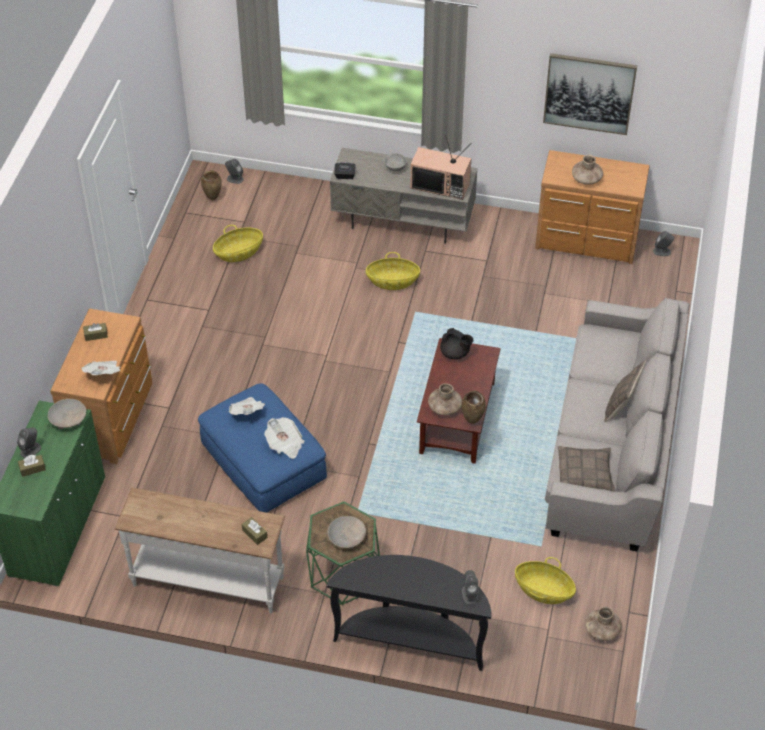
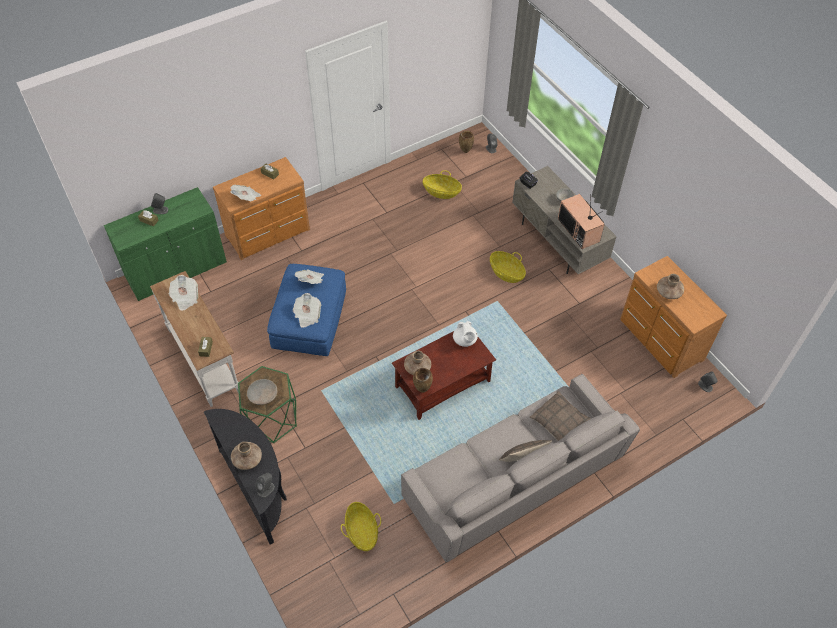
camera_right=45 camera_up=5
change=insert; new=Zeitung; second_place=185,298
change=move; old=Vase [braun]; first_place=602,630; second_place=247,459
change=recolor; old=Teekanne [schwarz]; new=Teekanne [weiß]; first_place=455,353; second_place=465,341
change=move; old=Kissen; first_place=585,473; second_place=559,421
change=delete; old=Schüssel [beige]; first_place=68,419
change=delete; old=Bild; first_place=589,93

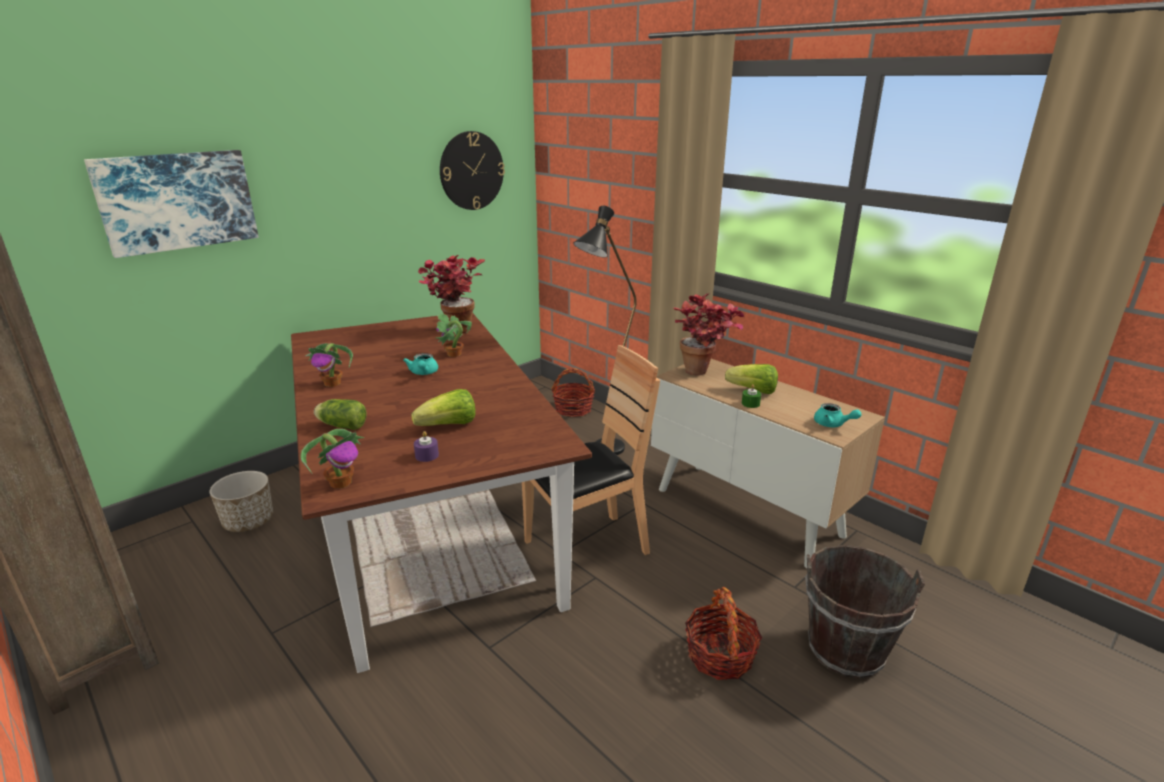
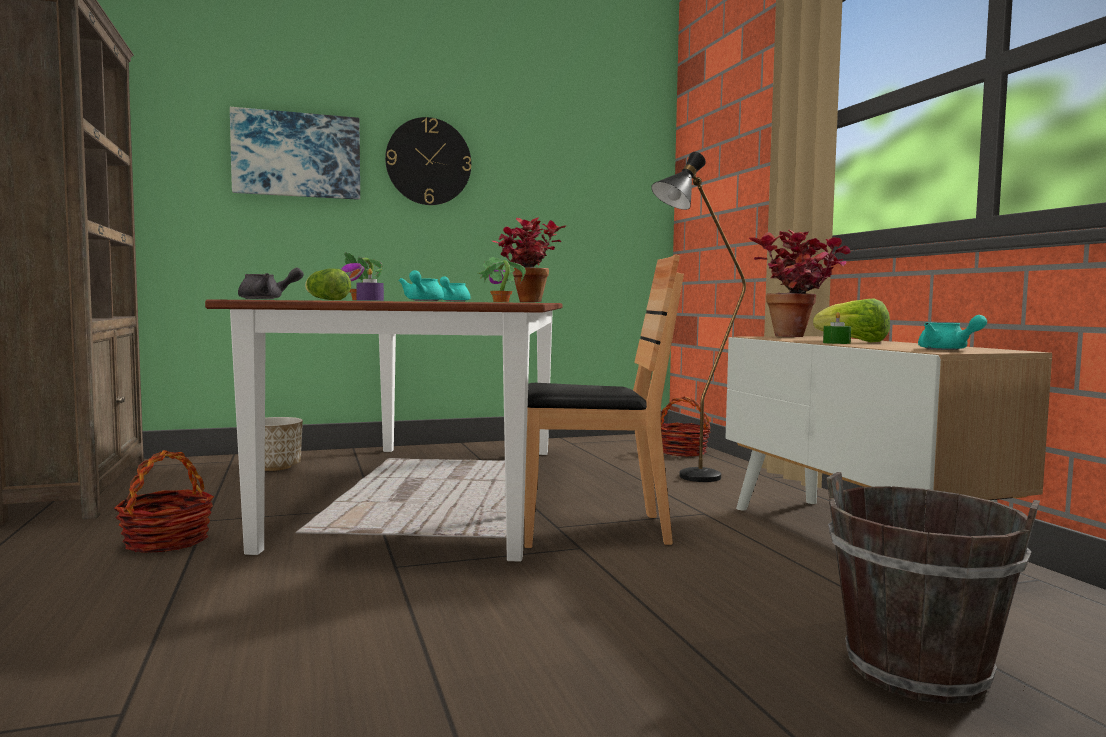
camera_right=25 camera_up=-20
change=move; old=Korb; first_place=720,655; second_place=166,541
change=replace; old=Topfpflanze; new=Teekanne [grau]; first_place=341,482; second_place=267,299
change=move; old=Wanduhr; first_place=471,171; second_place=428,161
change=replace; old=Salatkopf; new=Teekanne [türkis]; first_place=449,426; second_place=422,301

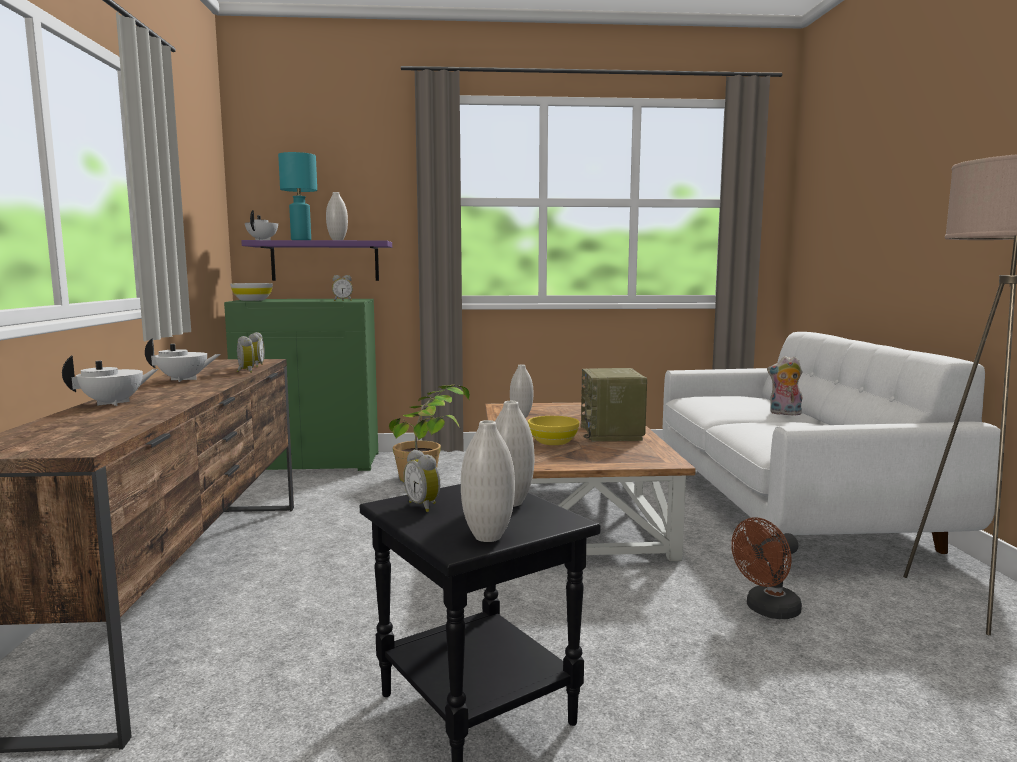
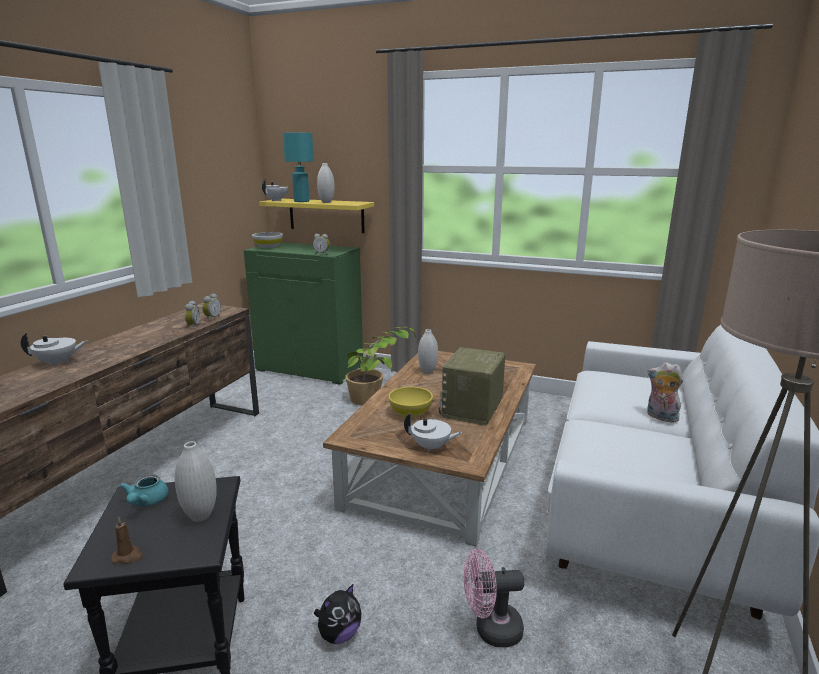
camera_right=25 camera_up=10
change=replace; old=Vase [weiß]; new=Kerze [braun]; first_place=488,537; second_place=128,556
change=replace; old=Wecker; new=Teekanne [türkis]; first_place=424,506; second_place=146,502
change=recolor; old=Wandregal [lila]; new=Wandregal [gelb]; first_place=325,261; second_place=326,215
change=insert; new=Plüschtier; second_place=339,634
change=move; old=Teekanne [weiß]; first_place=183,379; second_place=431,447
change=recolor; old=Ventilator [braun]; new=Ventilator [rosa]; first_place=767,610; second_place=491,629

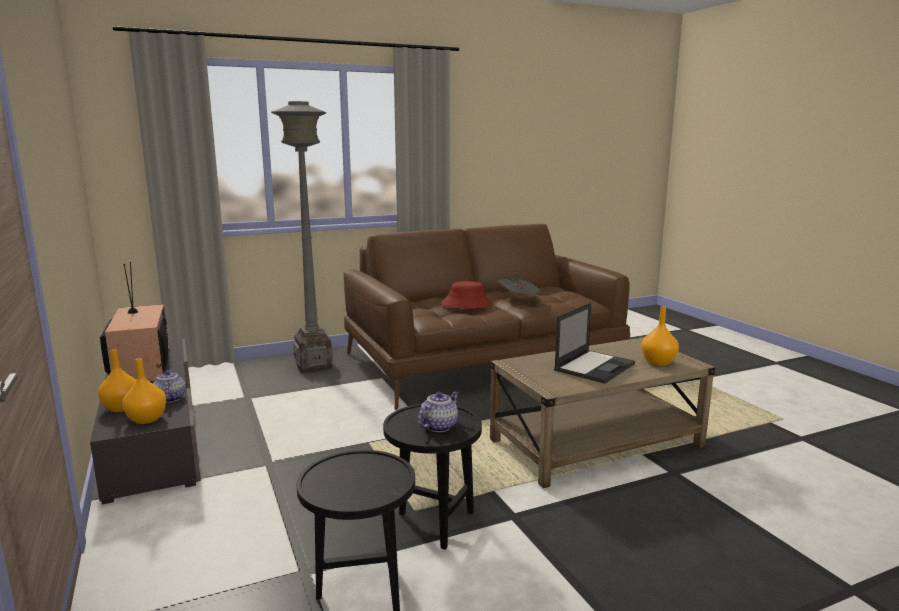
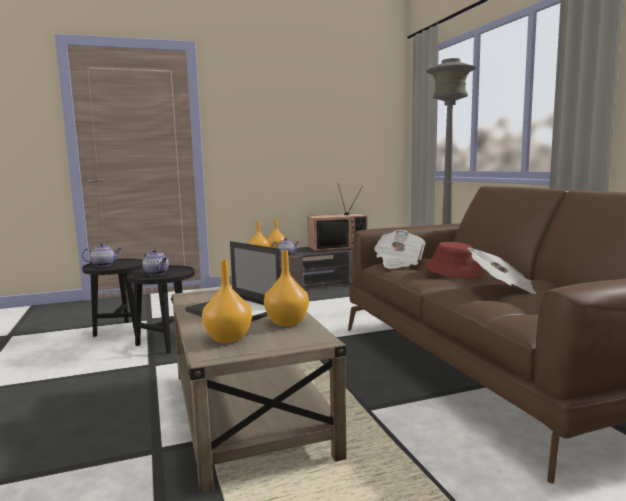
camera_right=95 camera_up=-5
change=insert; new=Teekanne; second_place=104,265
change=insert; new=Vase [orange]; second_place=288,322
change=insert; new=Zeitung; second_place=398,263

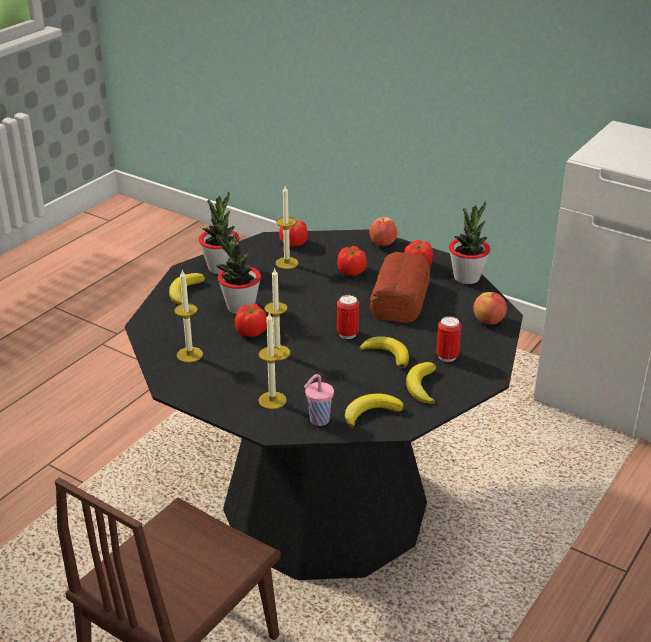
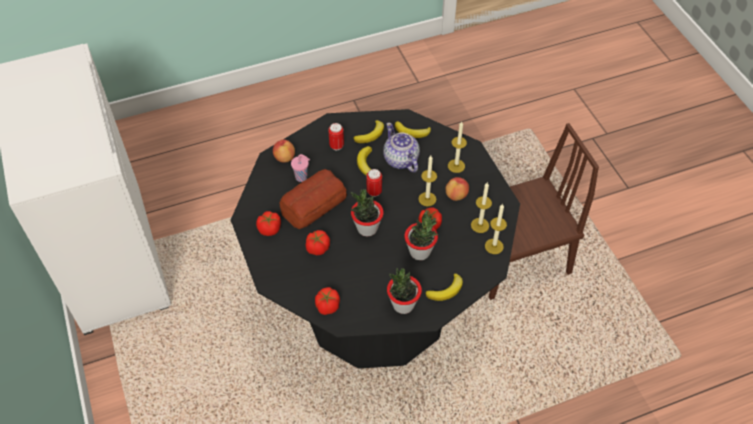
camera_right=-145 camera_up=20
change=move; old=Tasse [rosa]; first_place=318,420; second_place=302,177
change=move; old=Topfpflanze; first_place=466,278; second_place=367,228
change=insert; new=Teekanne; second_place=401,160
change=move; old=Apfel; first_place=383,244; second_place=456,195
change=move; old=Kerze; first_place=287,263; second_place=494,246

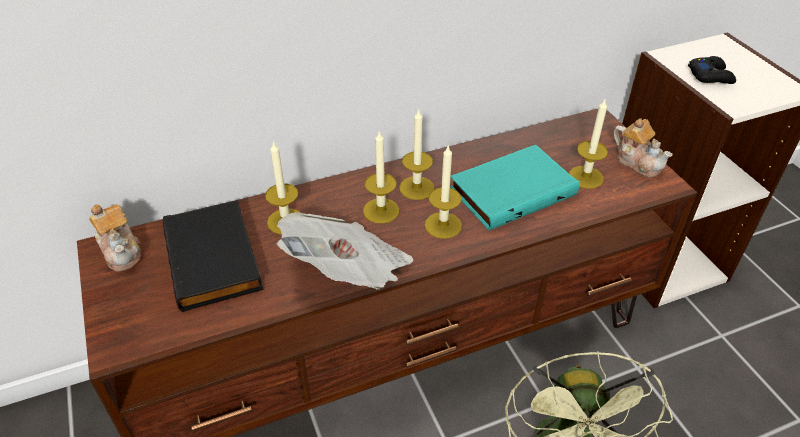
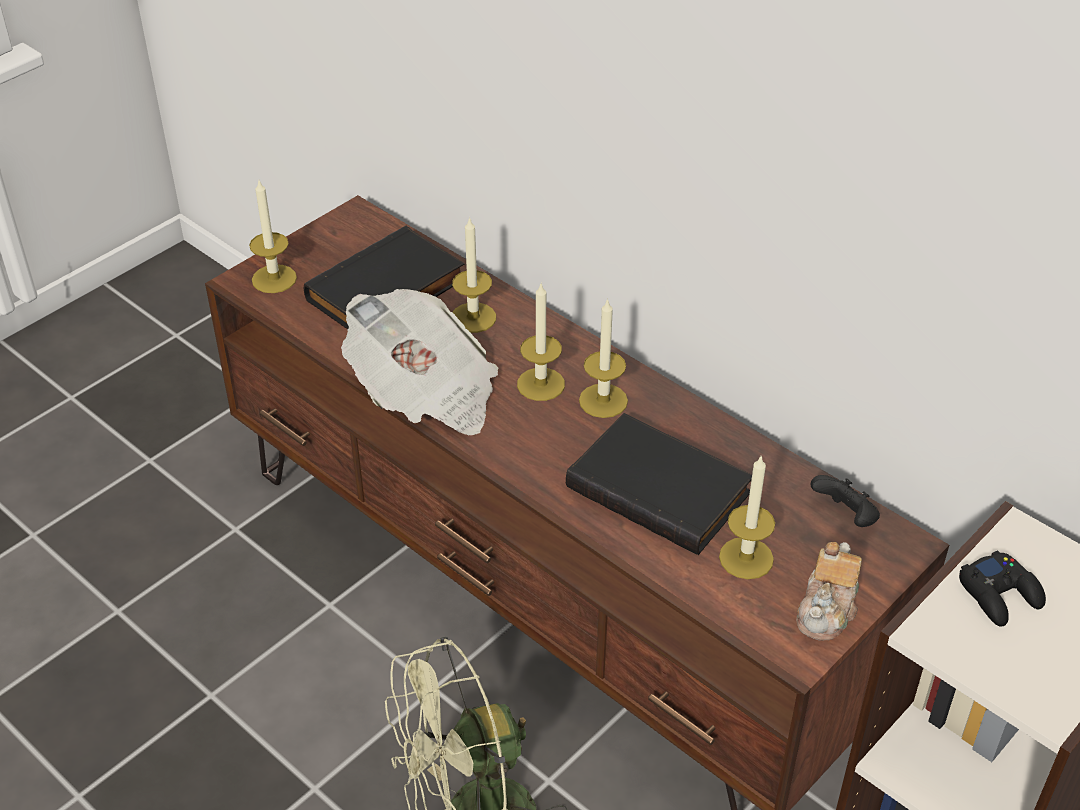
camera_right=65 camera_up=0
change=move; old=Kerze; first_place=443,225; second_place=274,279
change=recolor; old=Buch [türkis]; new=Buch [schwarz]; first_place=511,190; second_place=661,488
change=insert; new=Gamepad [schwarz]; second_place=845,517
change=delete; old=Teekanne; first_place=121,251

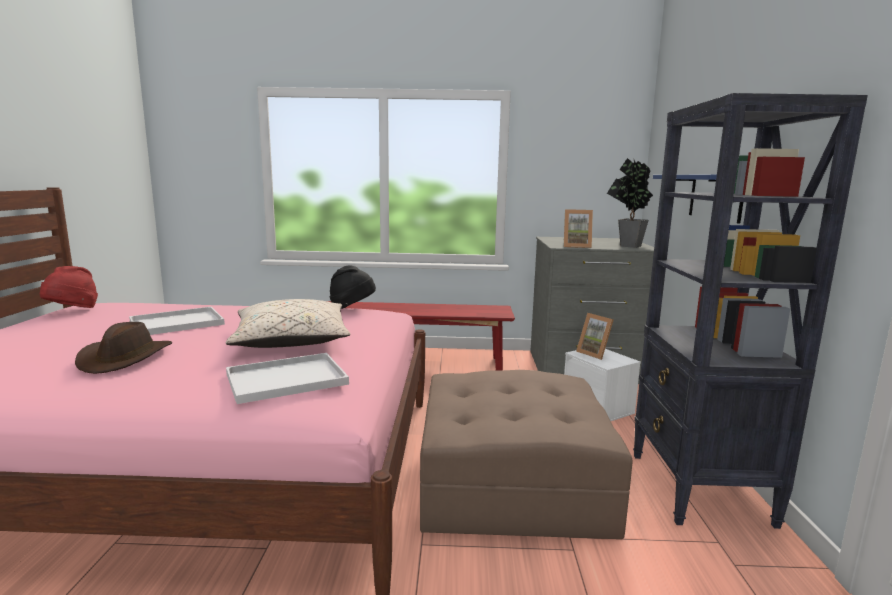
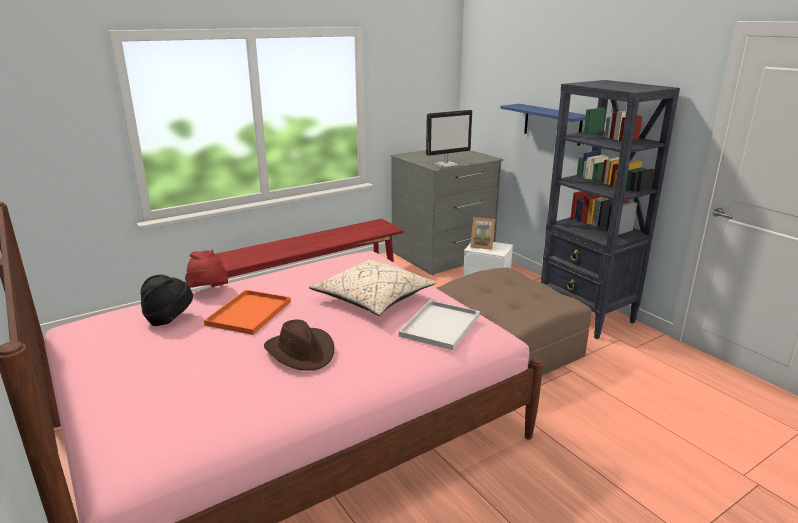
camera_right=-35 camera_up=10
change=move; old=Hut [schwarz]; first_place=352,308; second_place=169,319
change=move; old=Hut [rot]; first_place=72,311; second_place=208,291
change=recolor; old=Tablett [weiß]; new=Tablett [orange]; first_place=175,323; second_place=249,314
change=replace; old=Bilderrahmen; new=Monitor; first_place=576,246; second_place=446,164
change=delete; old=Topfpflanze; first_place=627,246

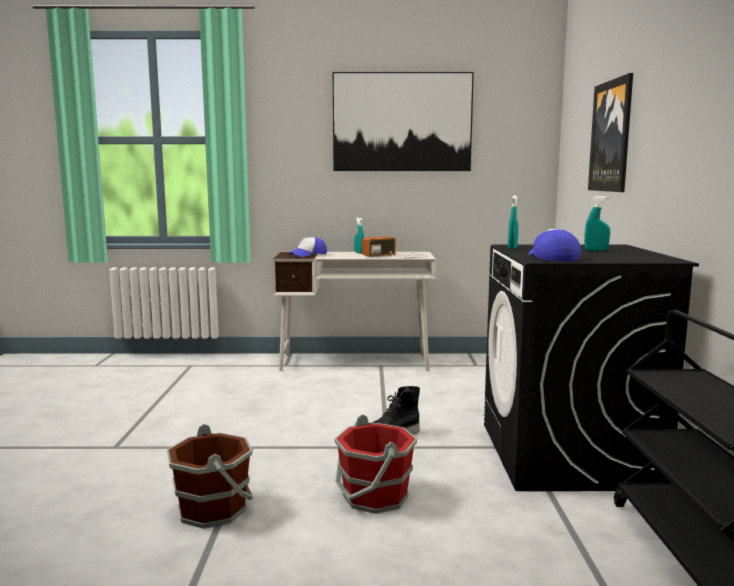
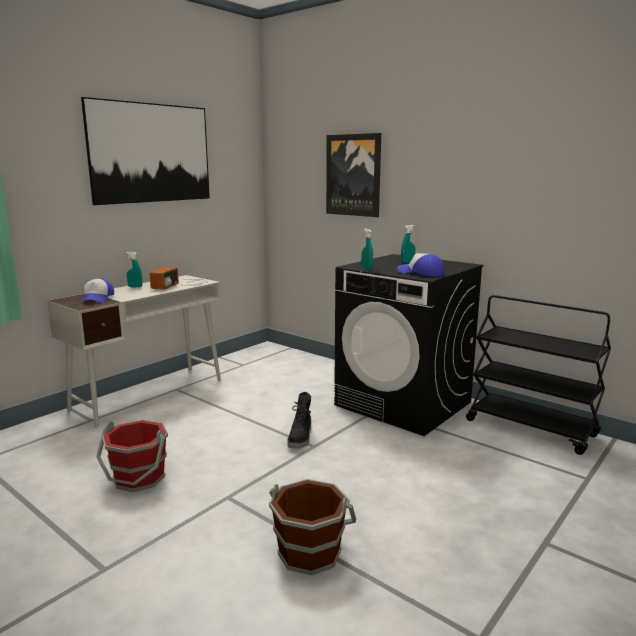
camera_right=-50 camera_up=5
change=move; old=Eimer [rot]; first_place=374,497; second_place=138,478

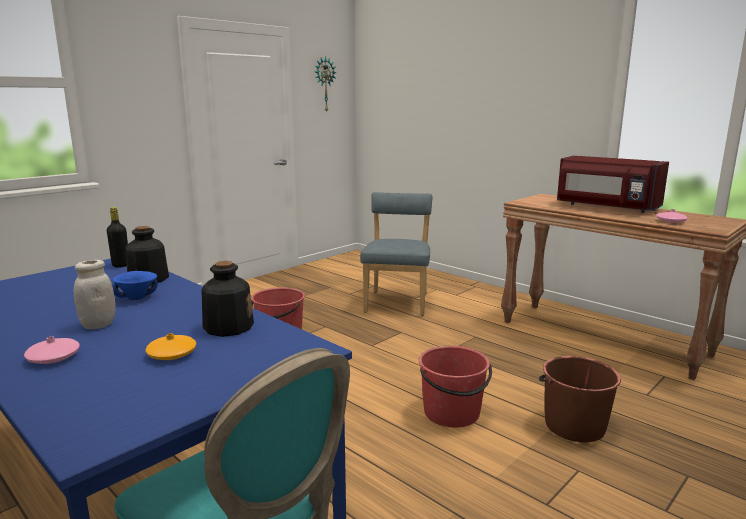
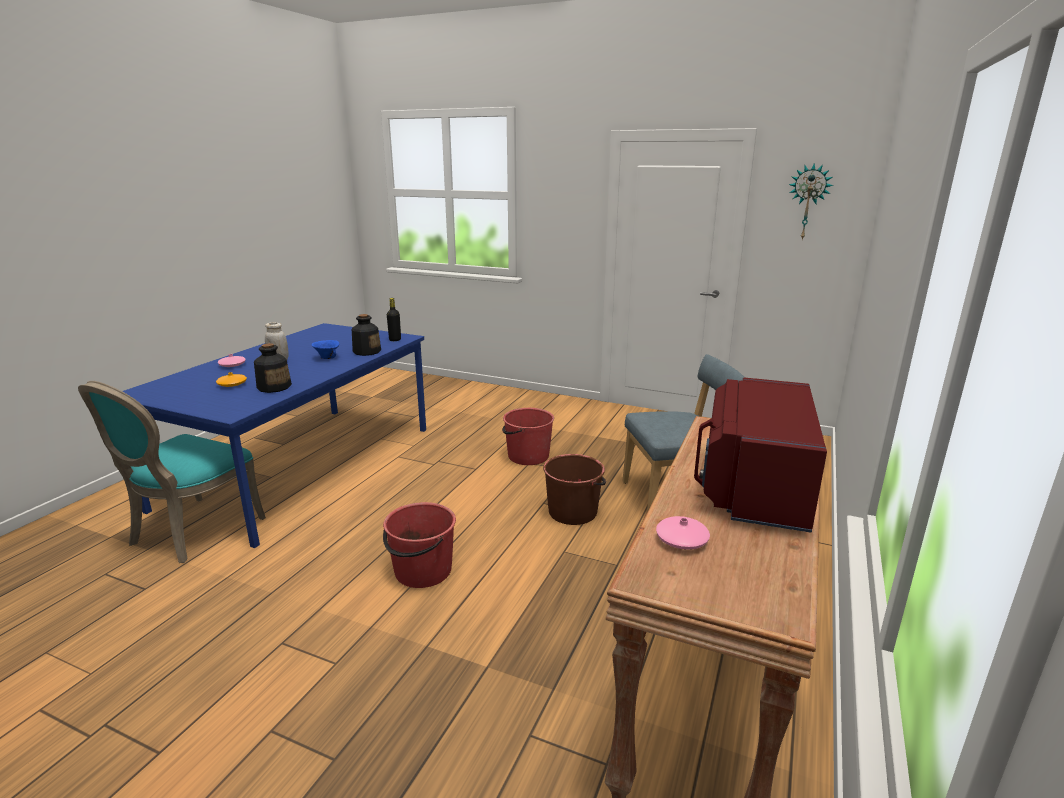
camera_right=70 camera_up=5
change=move; old=Eimer [braun]; first_place=574,425; second_place=573,512

